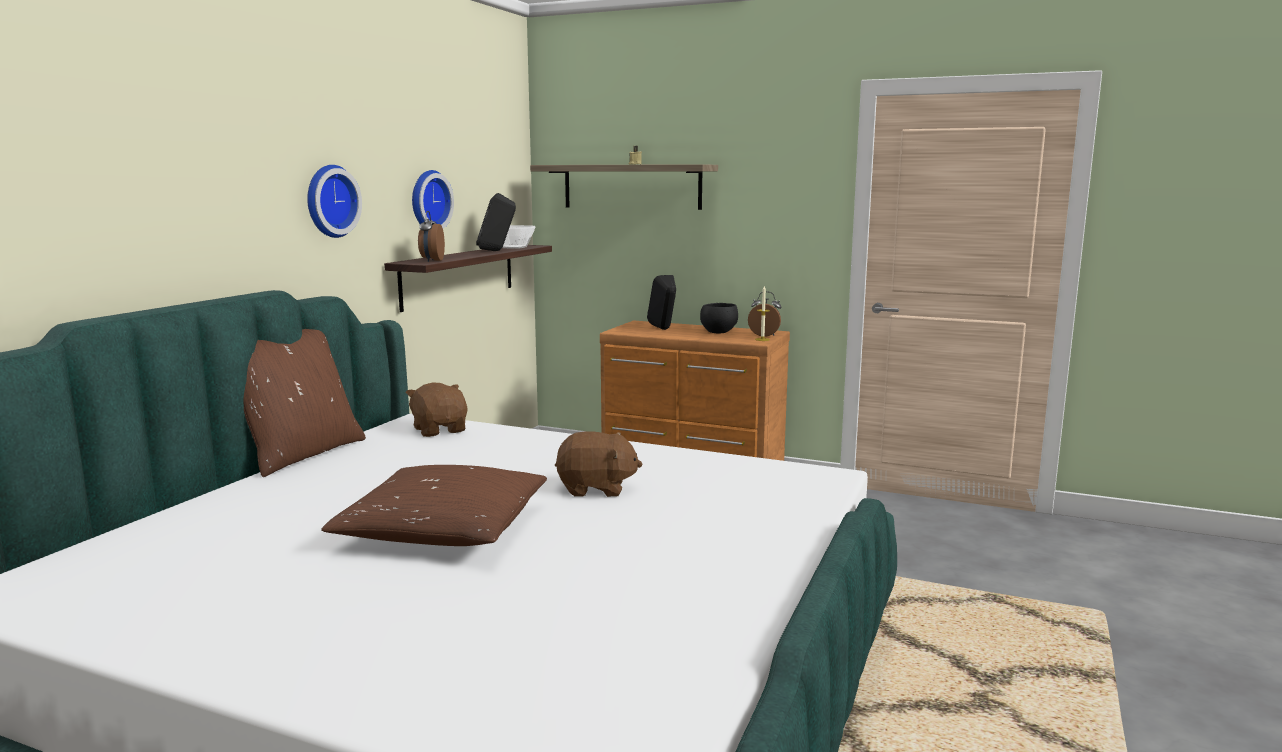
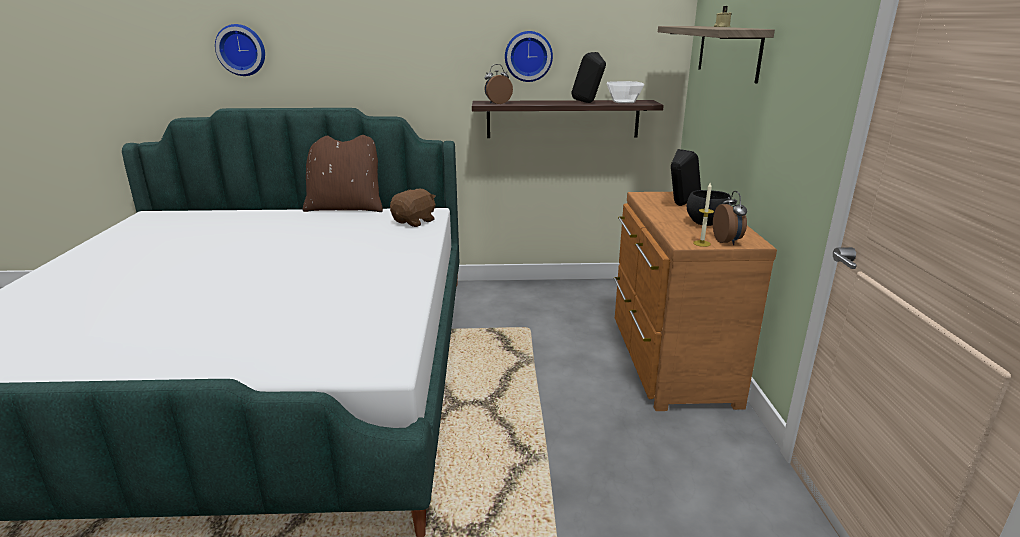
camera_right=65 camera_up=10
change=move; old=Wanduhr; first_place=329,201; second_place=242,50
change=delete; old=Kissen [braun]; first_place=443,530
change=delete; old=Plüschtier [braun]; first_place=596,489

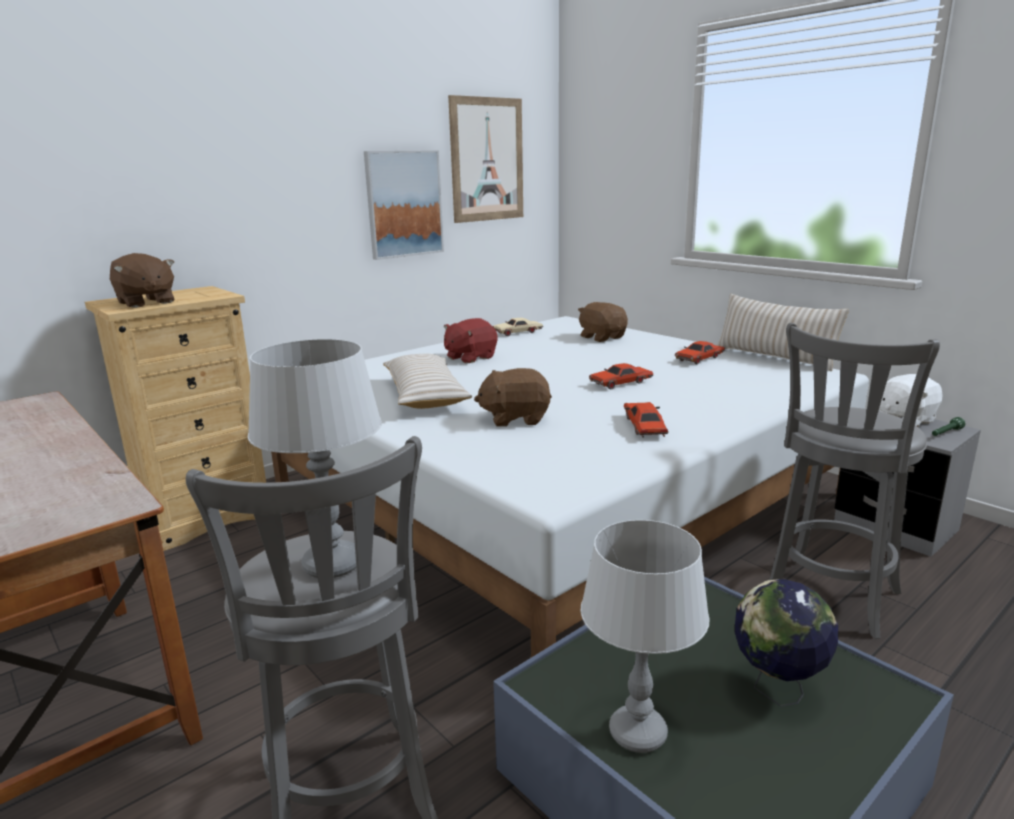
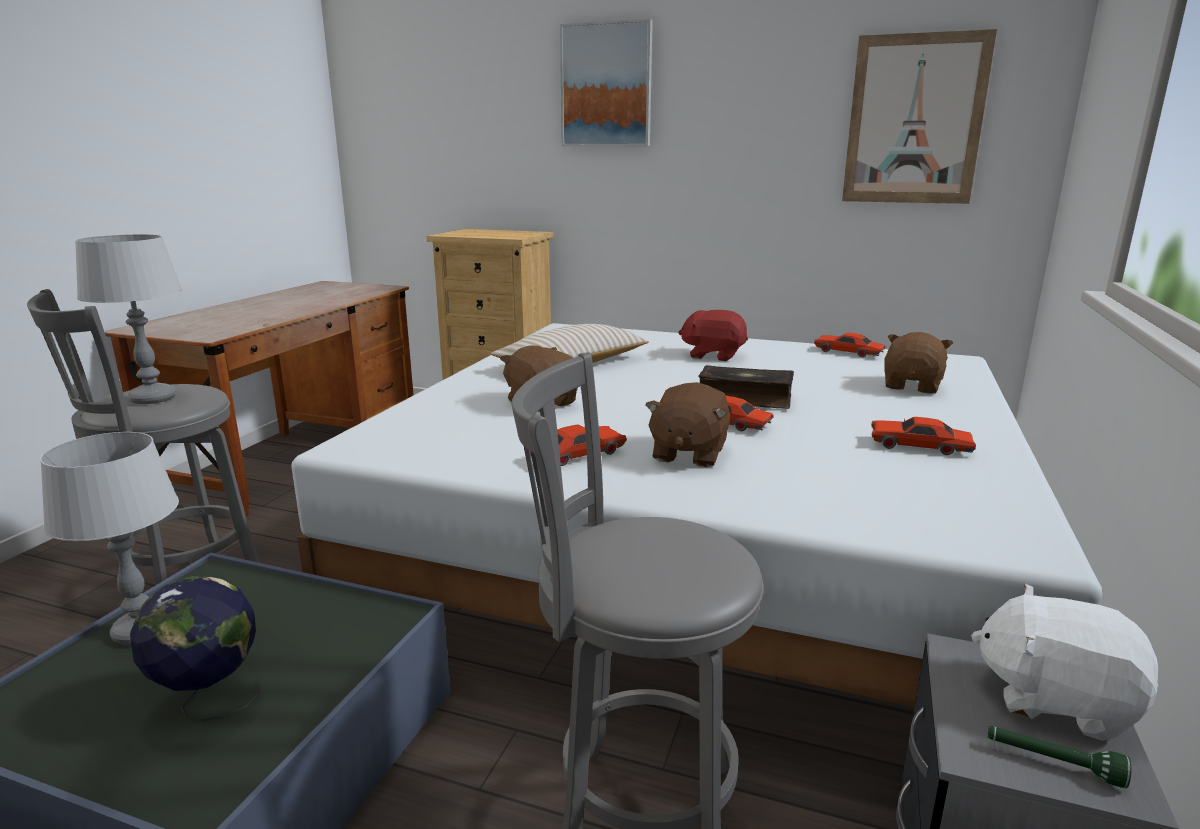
camera_right=60 camera_up=0
change=move; old=Bild; first_place=404,204; second_place=606,86
change=move; old=Plüschtier [braun]; first_place=145,303; second_place=687,453
change=insert; new=Buch; second_place=744,399
change=recolor; old=Spielzeugauto [beige]; new=Spielzeugauto [rot]; first_place=518,332; second_place=848,352
change=delete; old=Kissen [beige]; first_place=774,357

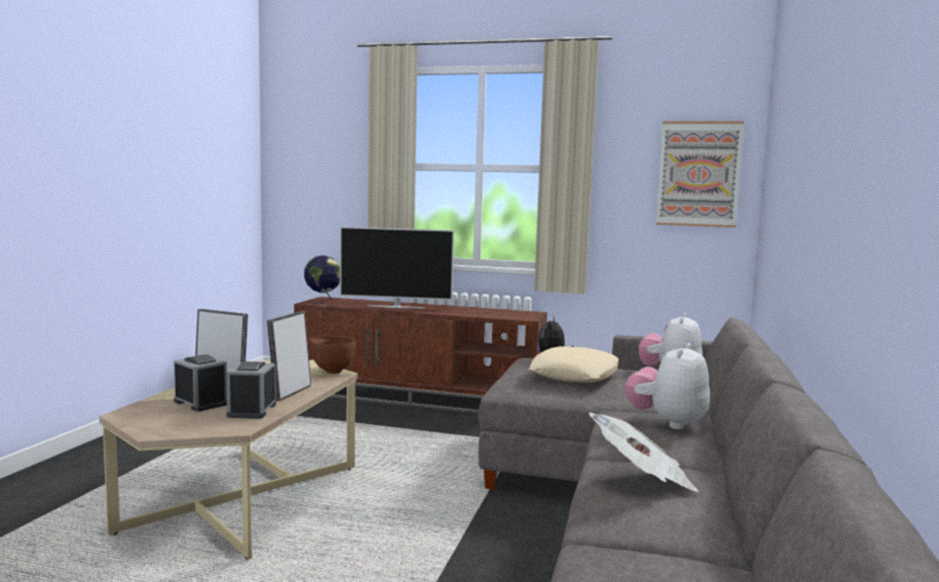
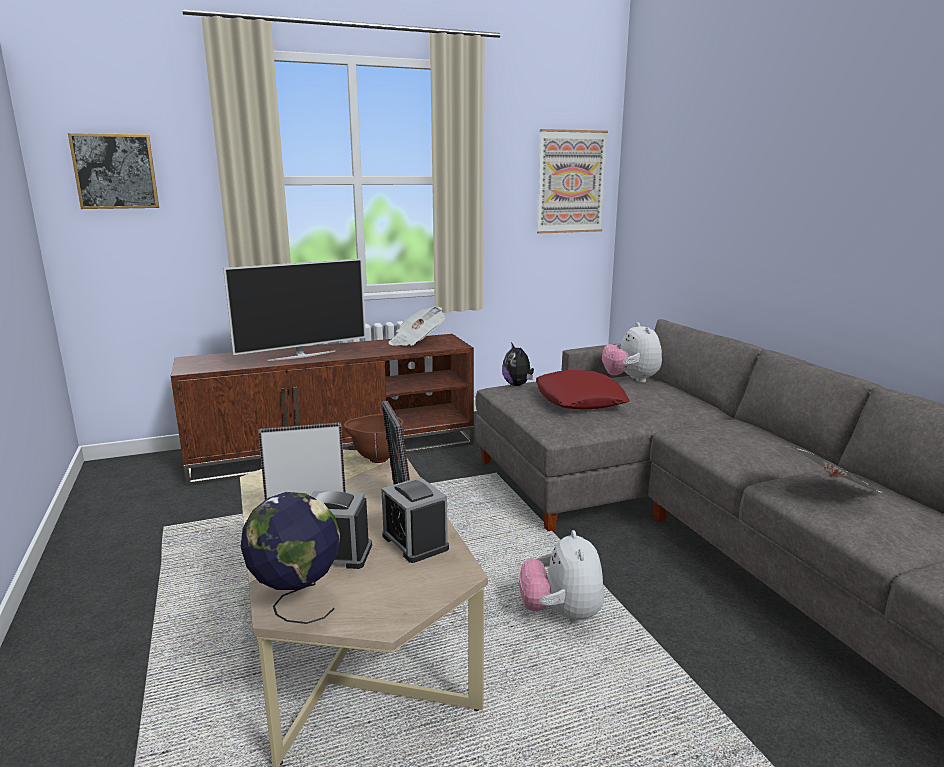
camera_right=-35 camera_up=10
change=insert; new=Bild; second_place=115,171
change=move; old=Globus; first_place=322,302; second_place=296,603
change=insert; new=Zeitung; second_place=416,341
change=move; old=Plüschtier; first_place=667,422; second_place=561,614
change=recolor; old=Kissen [beige]; new=Kissen [rot]; first_place=574,375; second_place=580,399

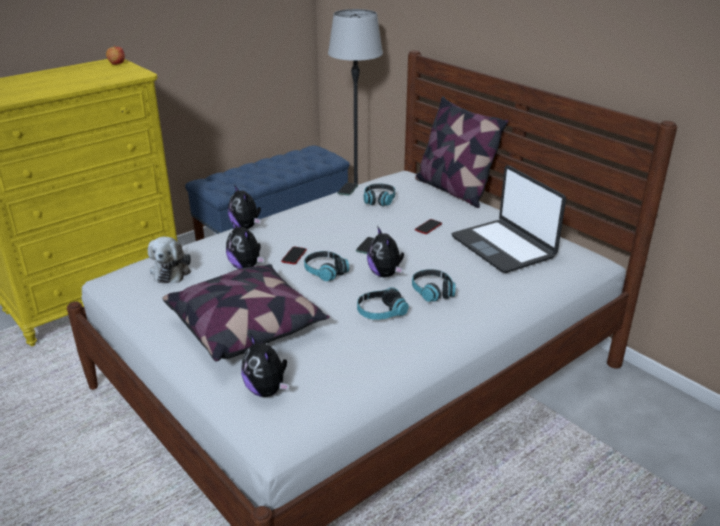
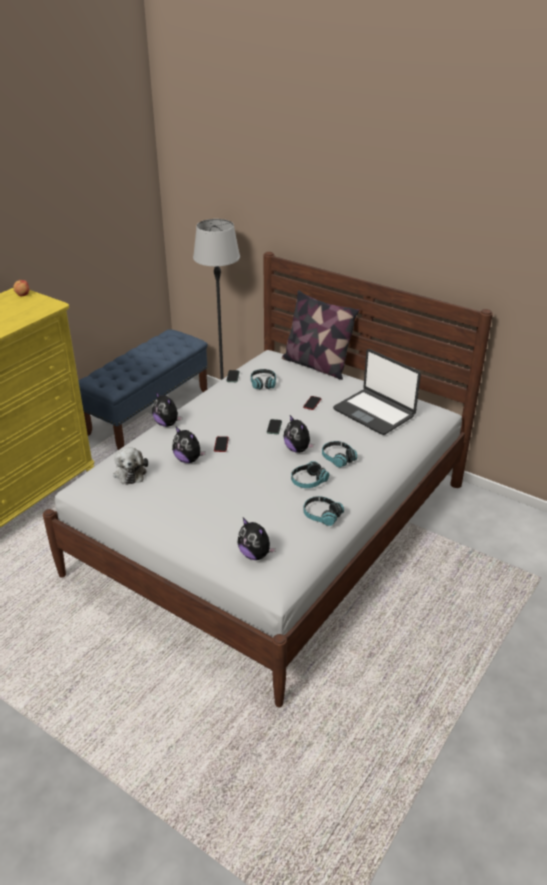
camera_right=-15 camera_up=5
change=move; old=Kopfhörer; first_place=325,272; second_place=322,515
change=delete; old=Kissen; first_place=247,327

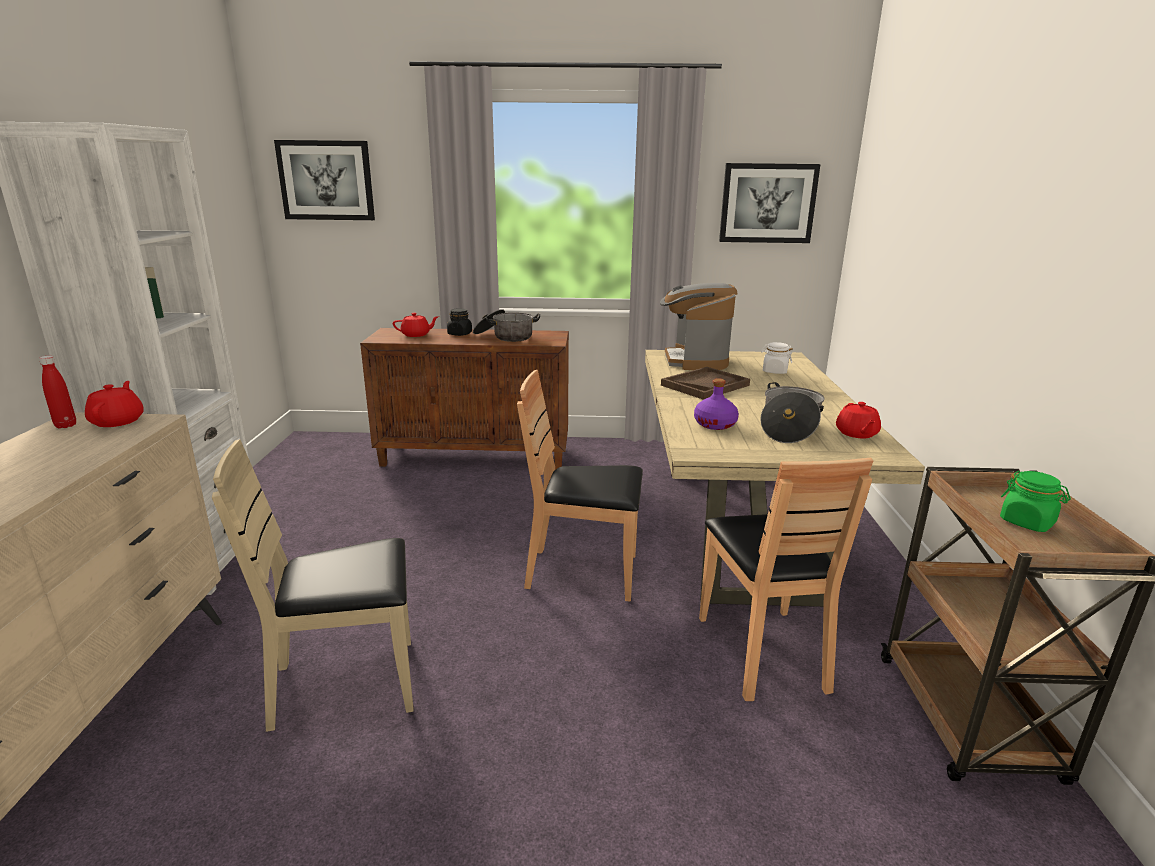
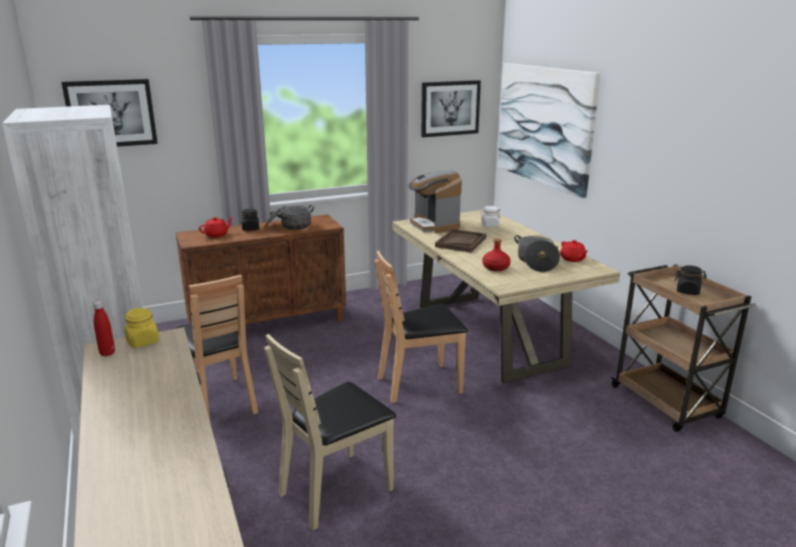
camera_right=-25 camera_up=0
change=replace; old=Teekanne [rot]; new=Vorratsglas [gelb]; first_place=118,421; second_place=143,342
change=move; old=Stuhl [braun]; first_place=763,651; second_place=219,402
change=recolor; old=Flasche [lila]; new=Flasche [rot]; first_place=715,424; second_place=495,267
change=insert; new=Bild; second_place=544,125
change=recolor; old=Vorratsglas [grün]; new=Vorratsglas [schwarz]; first_place=1027,522; second_place=688,291

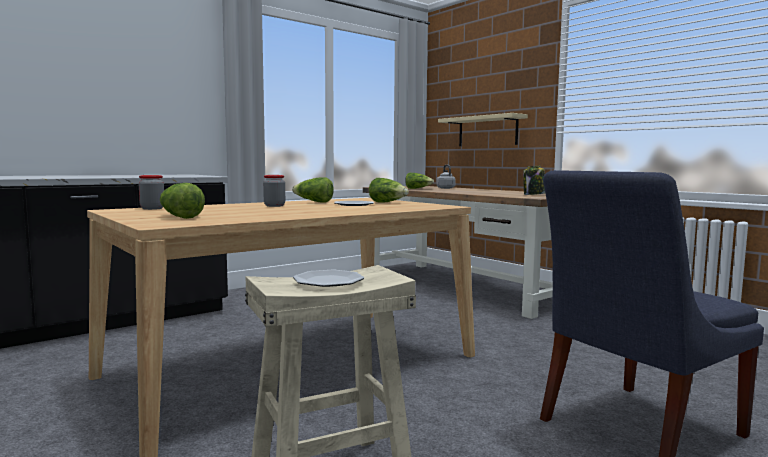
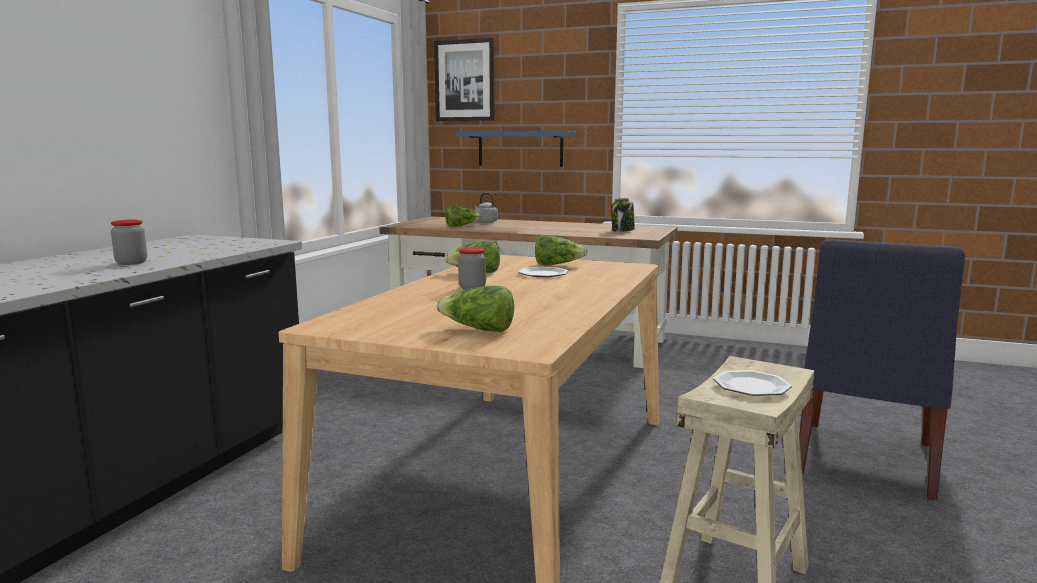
camera_right=-30 camera_up=5
change=move; old=Vorratsglas; first_place=152,208; second_place=131,263
change=insert; new=Bild; second_place=465,80
change=recolor; old=Wandregal [beige]; new=Wandregal [blau]; first_place=487,131; second_place=520,149

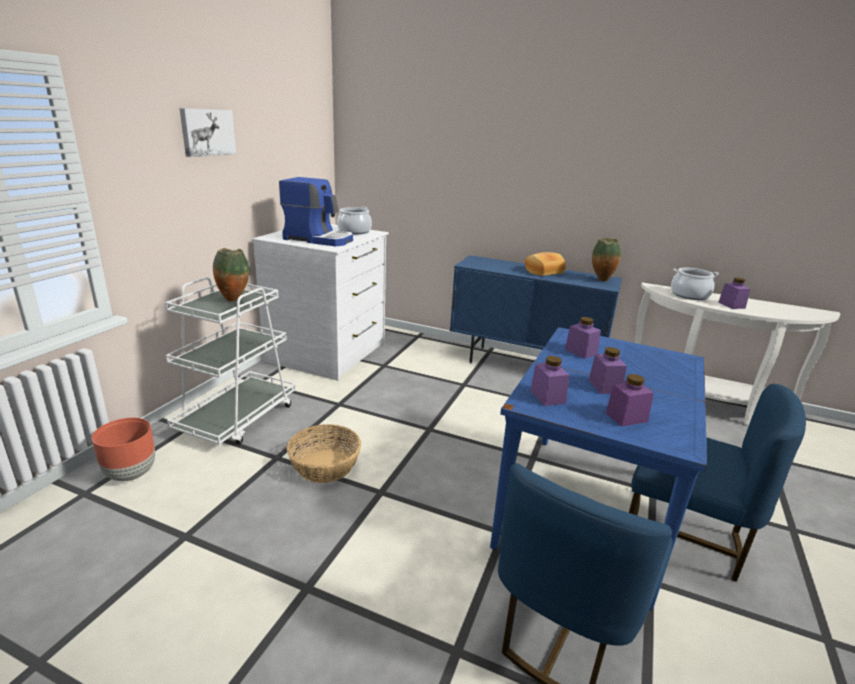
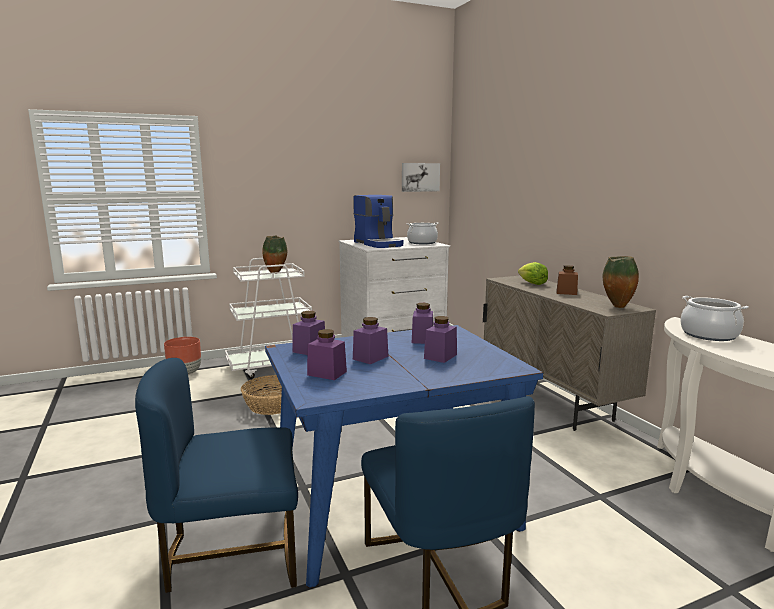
camera_right=45 camera_up=-10
change=move; old=Bild; first_place=207,132; second_place=420,177
change=move; old=Vorratsglas [lila]; first_place=731,305; second_place=440,356
change=recolor; old=Schrank [blau]; new=Schrank [beige]; first_place=524,365; second_place=551,401
change=insert; new=Salatkopf; second_place=532,283
change=replace; old=Brot; new=Vorratsglas [braun]; first_place=543,271; second_place=566,292

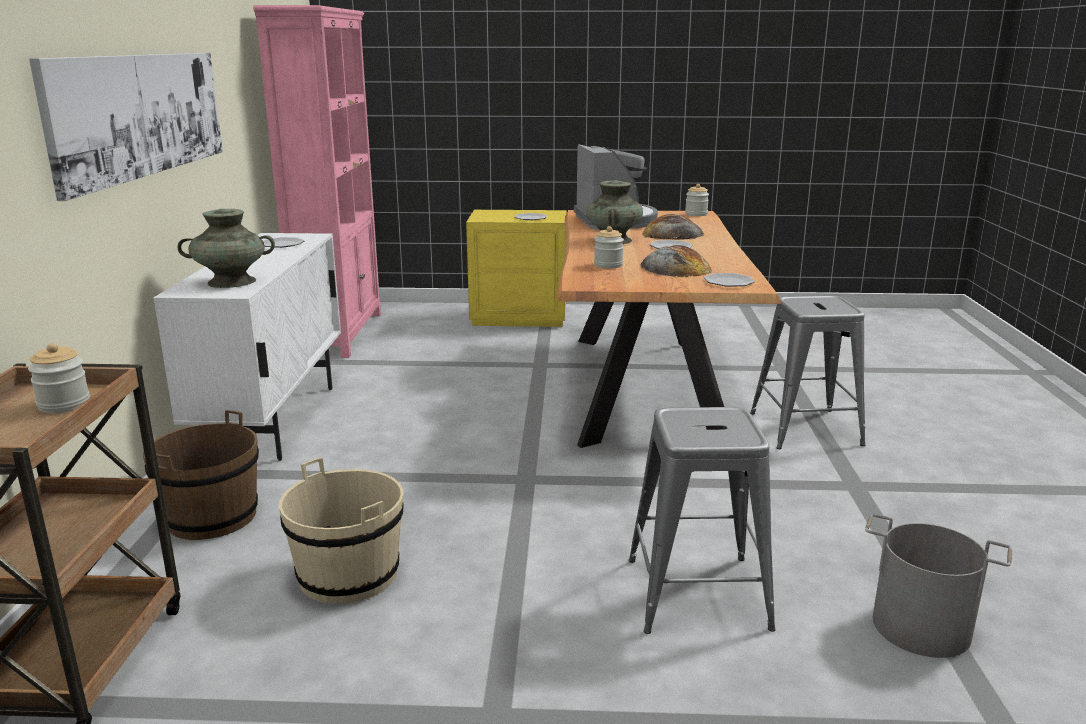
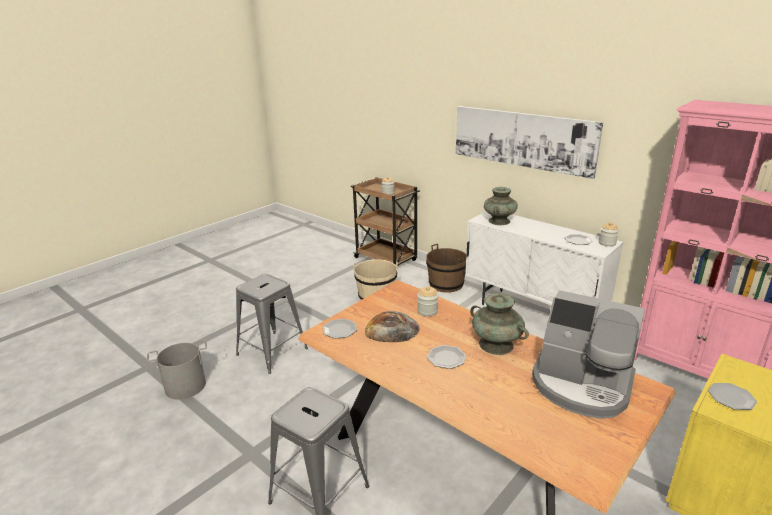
camera_right=130 camera_up=5
change=move; old=Vorratsglas; first_place=696,214; second_place=607,243
change=delete; old=Brot; first_place=672,234

